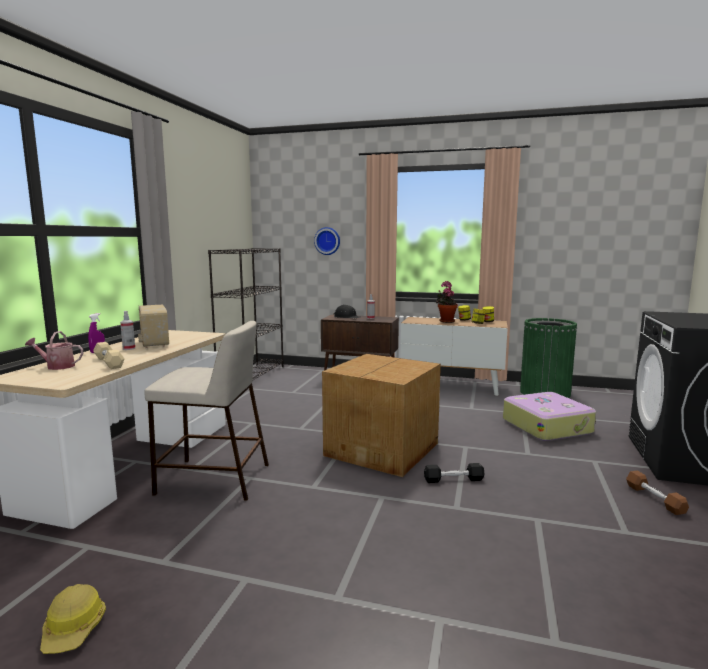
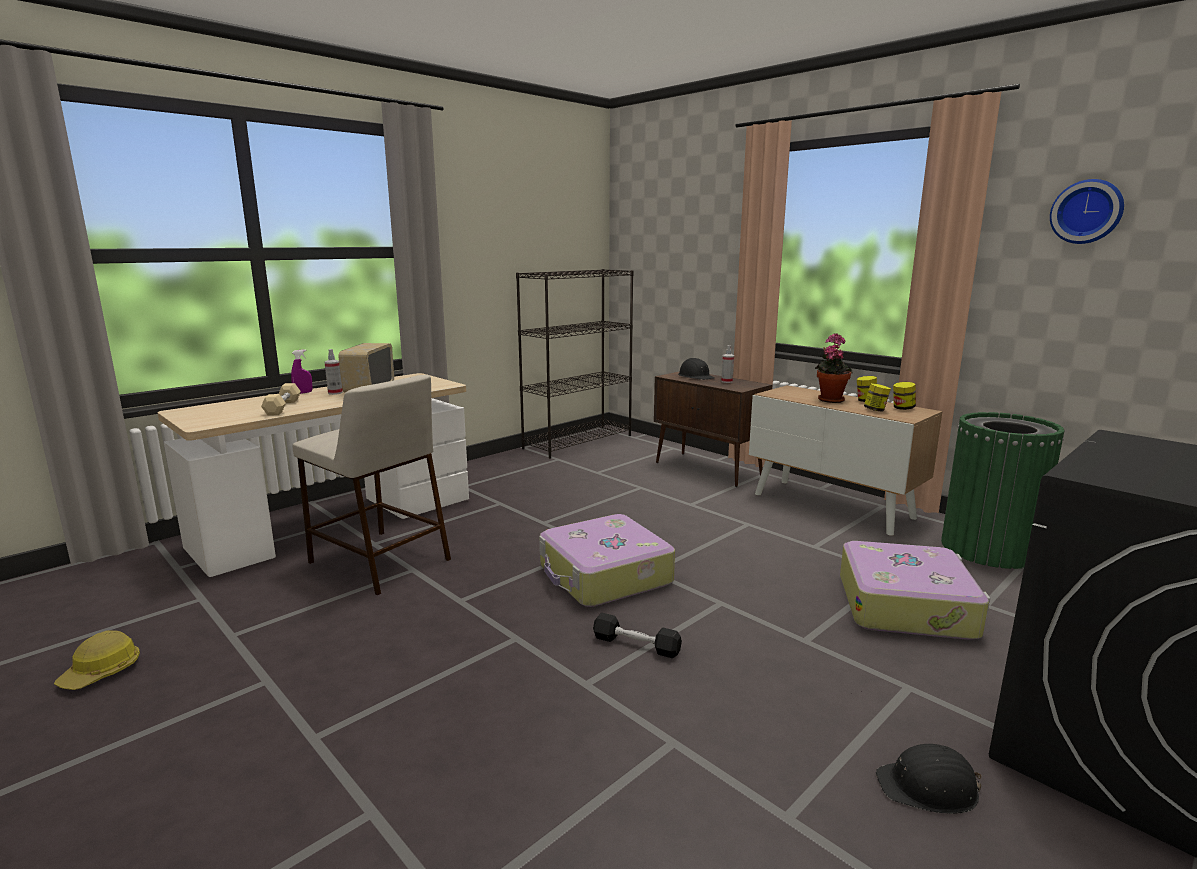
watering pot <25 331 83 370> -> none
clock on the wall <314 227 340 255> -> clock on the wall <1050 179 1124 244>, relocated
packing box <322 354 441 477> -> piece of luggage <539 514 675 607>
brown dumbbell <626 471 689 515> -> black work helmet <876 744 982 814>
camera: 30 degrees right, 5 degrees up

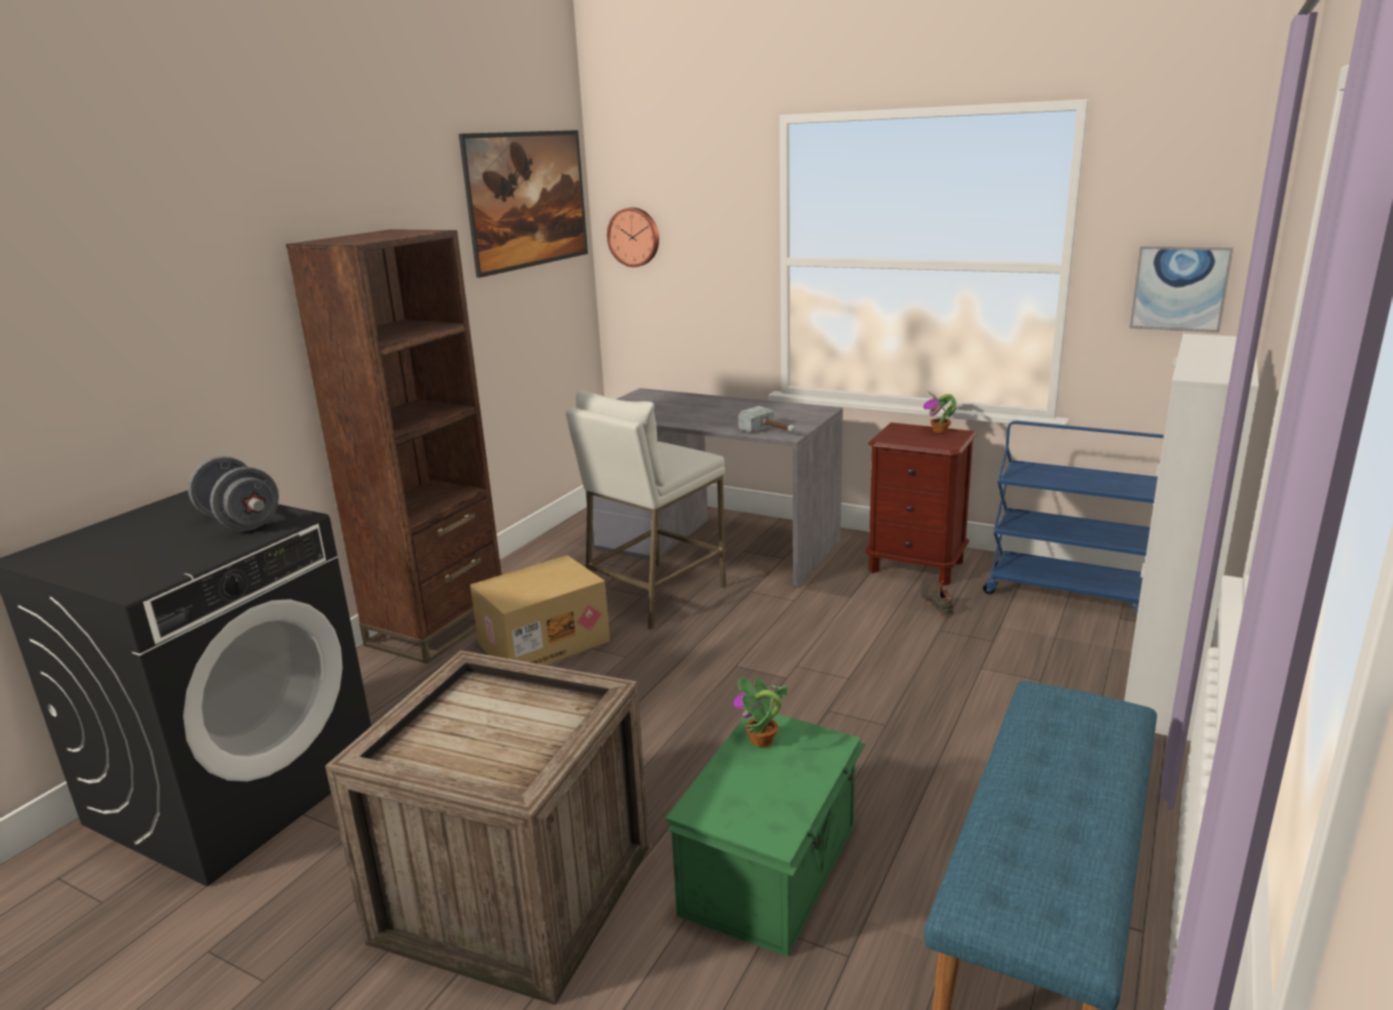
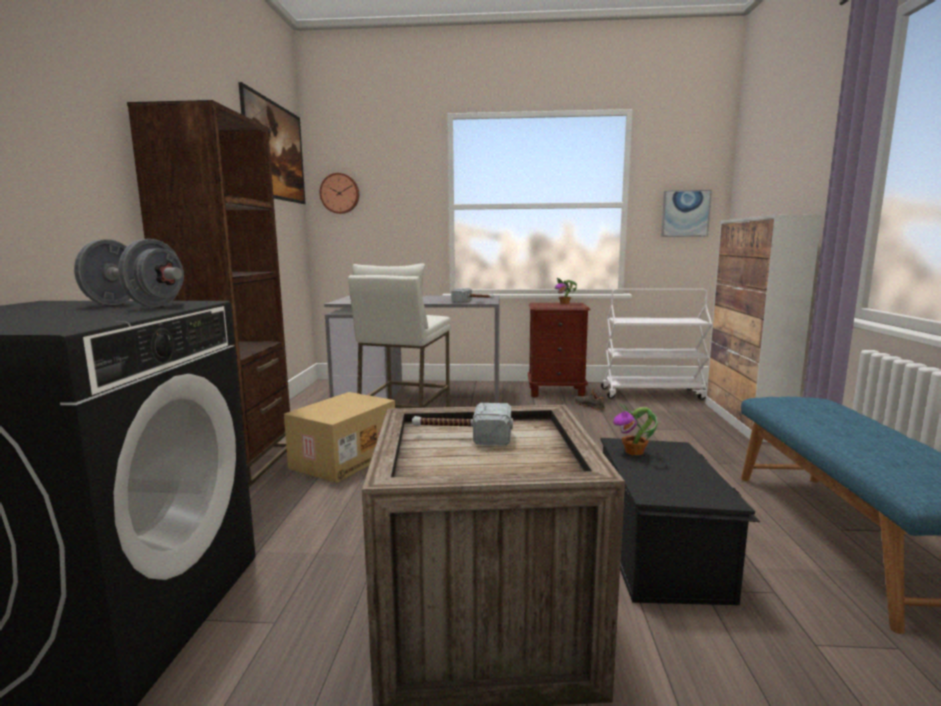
none -> hammer <412 403 513 446>
greenish storage container <666 710 865 957> -> black storage container <600 438 760 605>
blue wheeled cart <983 421 1164 611> -> whitish wheeled cart <601 289 712 400>
camera: 25 degrees left, 10 degrees down

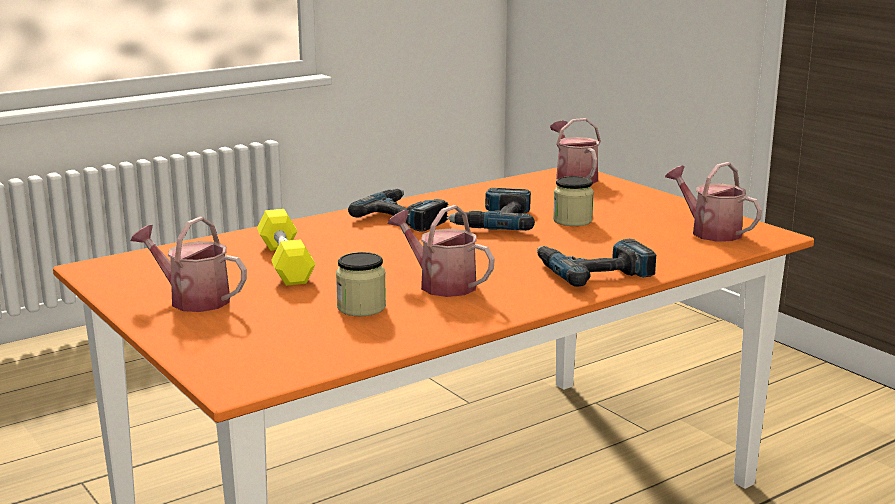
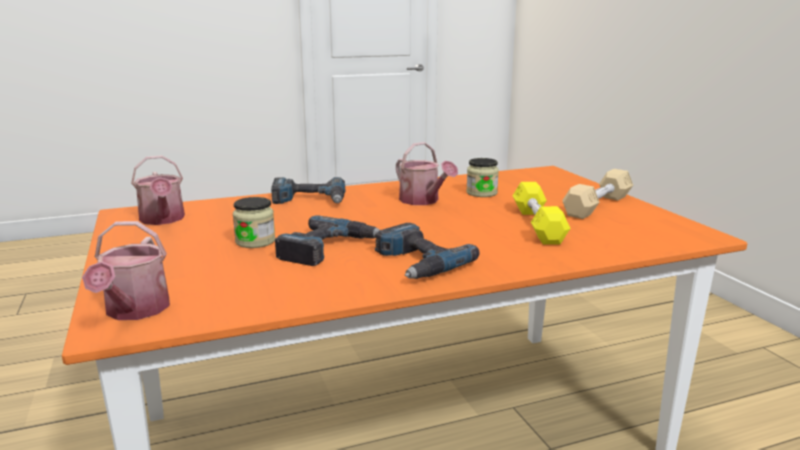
watering pot <131 217 247 312> -> beige-coloured dumbbell <562 169 633 219>
camera: 165 degrees left, 0 degrees up

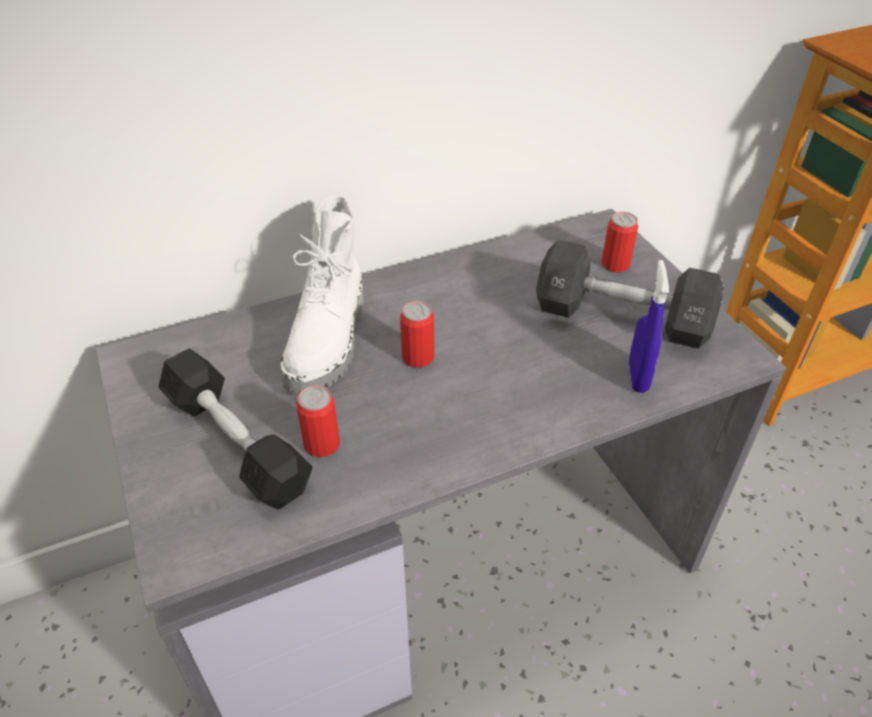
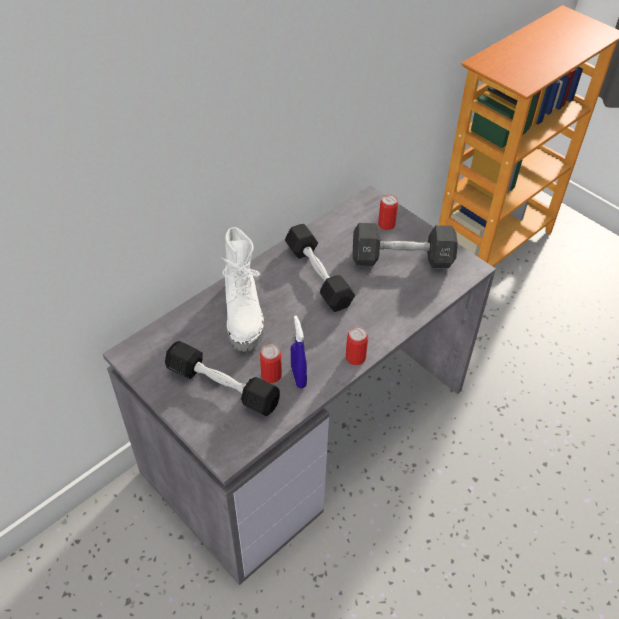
none -> black dumbbell <285 224 355 312>
can <400 301 434 368> -> can <346 327 368 365>, relocated
blue hand sprayer <629 260 669 393> -> blue hand sprayer <291 315 307 388>, relocated
camera: 20 degrees left, 5 degrees up

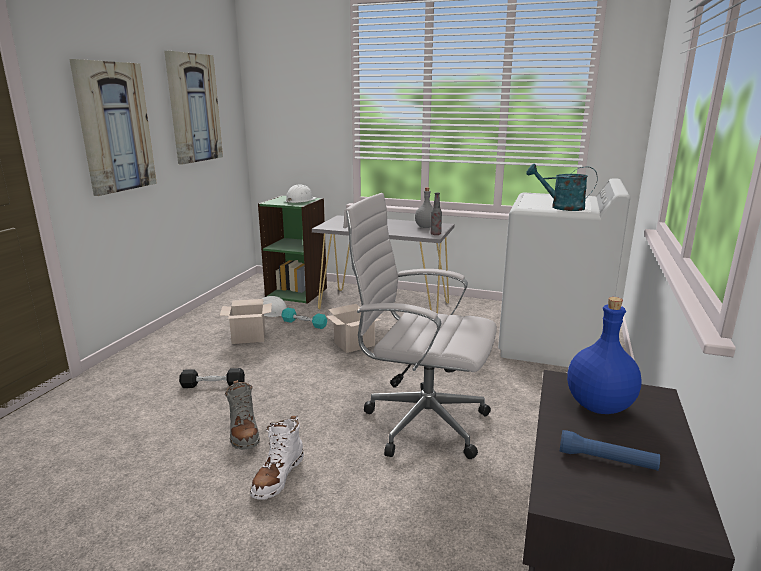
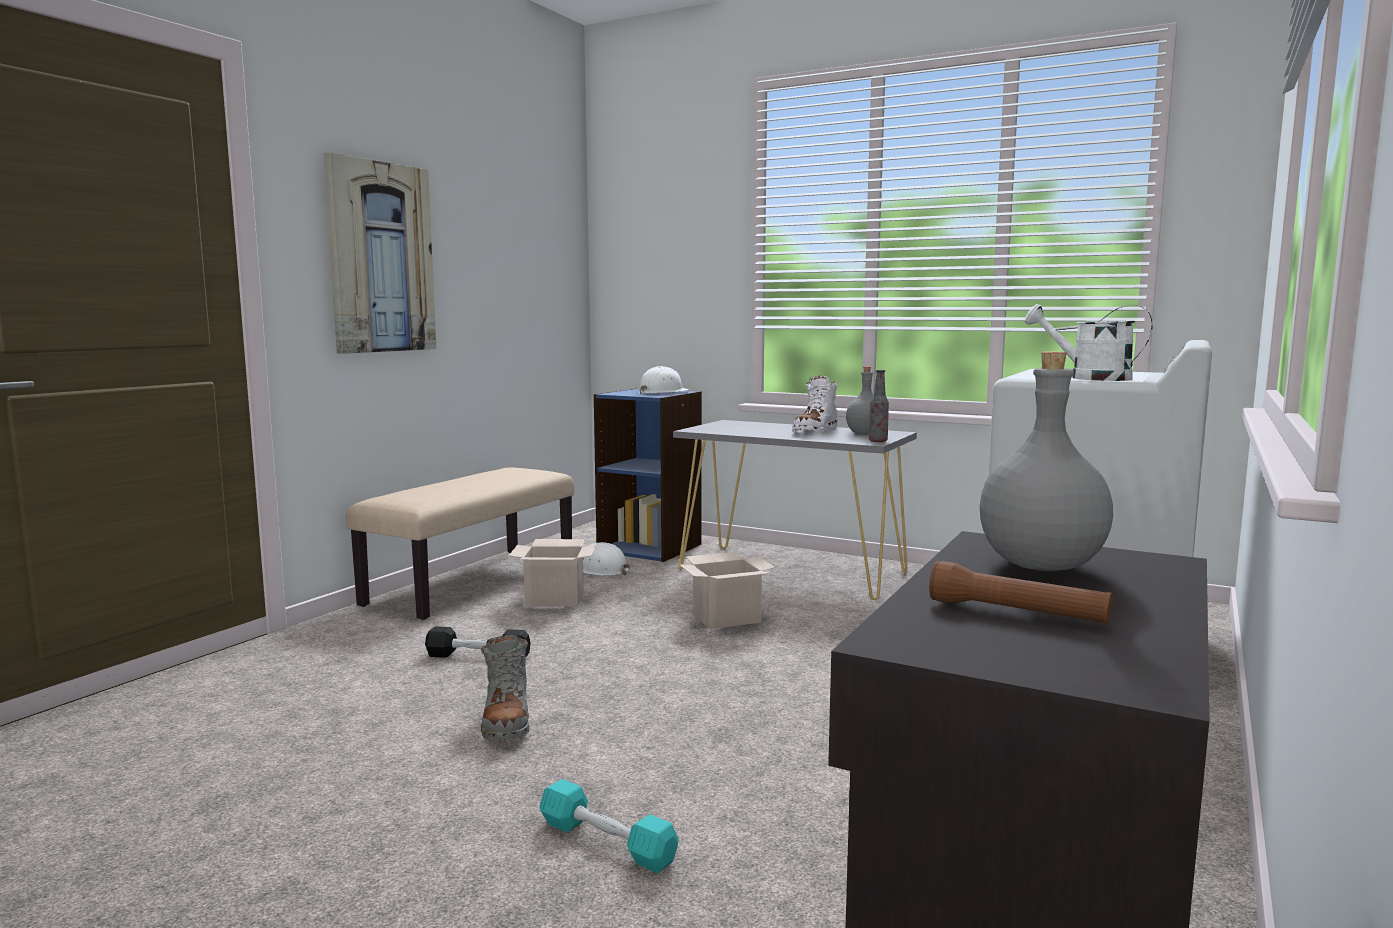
wall art <164 51 223 165> -> none
whitish computer chair <343 193 497 459> -> none
none -> beige-coloured bench <346 467 575 620>
whitish tall boot <250 416 304 500> -> whitish tall boot <792 376 838 433>, relocated
turquoise-coloured dumbbell <281 308 327 329> -> turquoise-coloured dumbbell <540 779 679 873>, relocated
greenish bookcase <258 195 327 304> -> blue bookcase <594 388 702 562>
turquoise-coloured watering pot <526 164 598 211> -> whitish watering pot <1025 304 1153 381>
blue flashlight <560 430 660 471> -> brown flashlight <929 561 1113 624>
blue drink bottle <567 297 642 414> -> gray drink bottle <980 351 1113 571>
camera: 10 degrees right, 10 degrees down

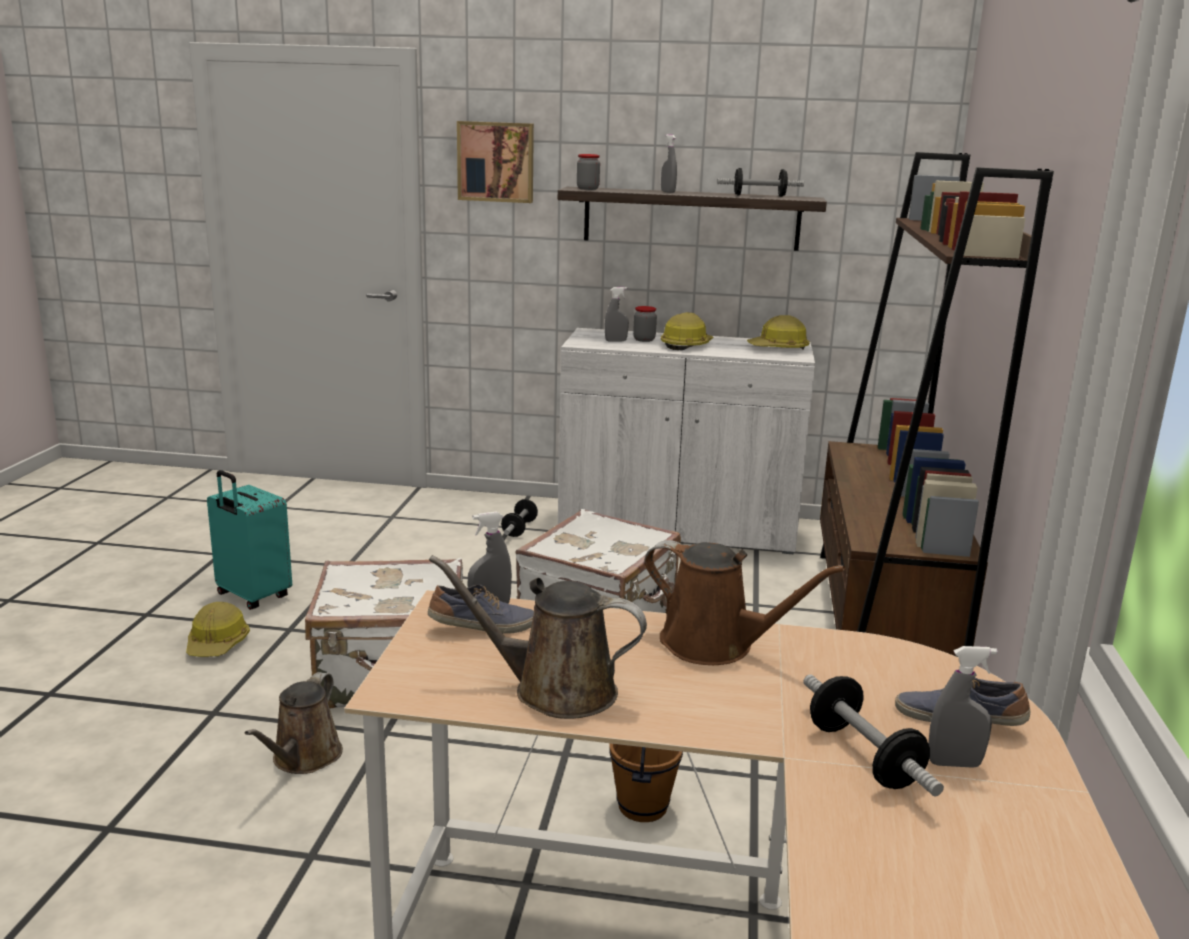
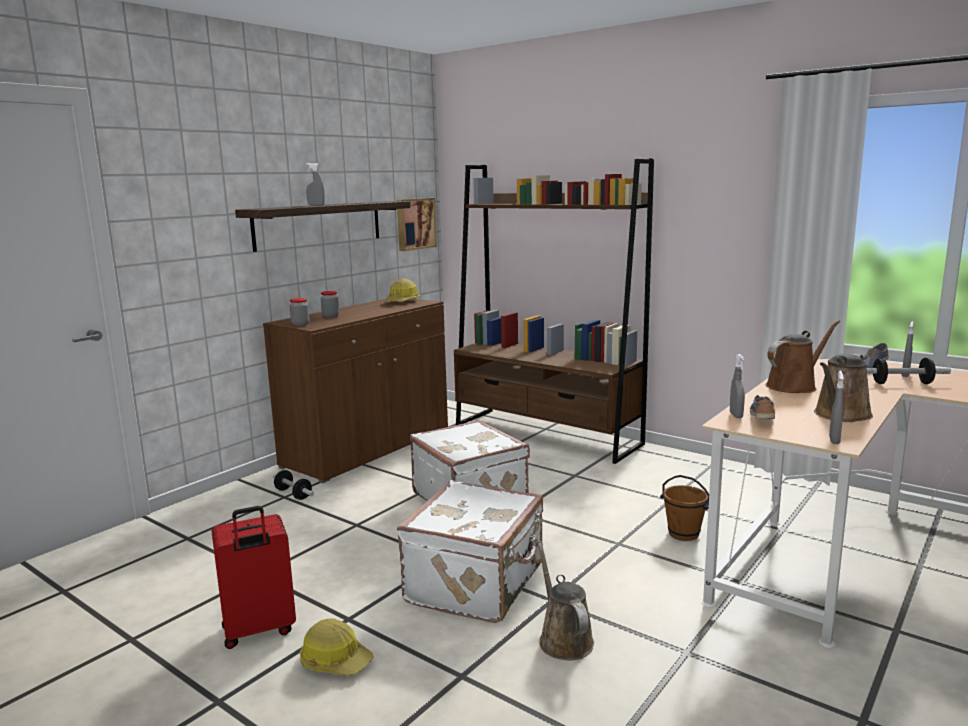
work helmet <661 312 714 350> -> none
dumbbell <717 168 804 197> -> none
wall art <457 121 534 203> -> wall art <397 198 437 251>, relocated
storage jar <577 154 600 190> -> storage jar <290 298 310 326>, relocated
gray hand sprayer <605 287 629 341> -> gray hand sprayer <829 371 844 444>, relocated
turquoise-coloured piece of luggage <207 470 292 610> -> reddish piece of luggage <211 506 296 649>
whitish storage cabinet <558 328 815 554> -> brown storage cabinet <263 299 448 483>
brown watering pot <245 672 343 774> -> brown watering pot <538 543 594 660>, 150 degrees counterclockwise
camera: 60 degrees left, 5 degrees down

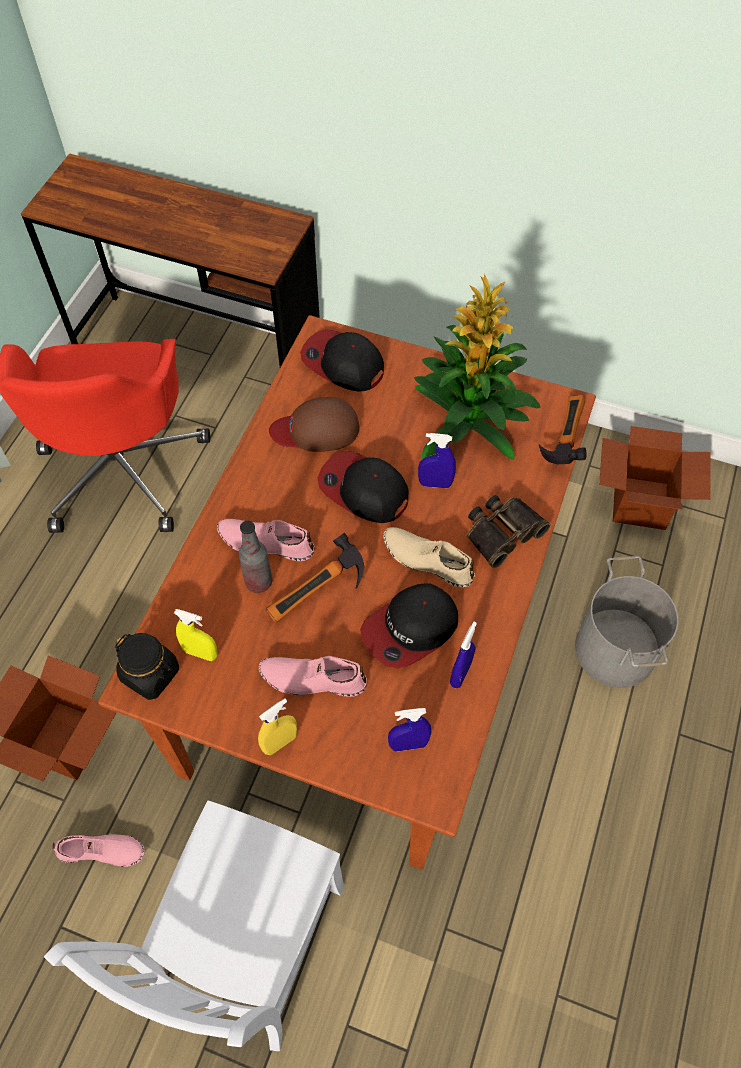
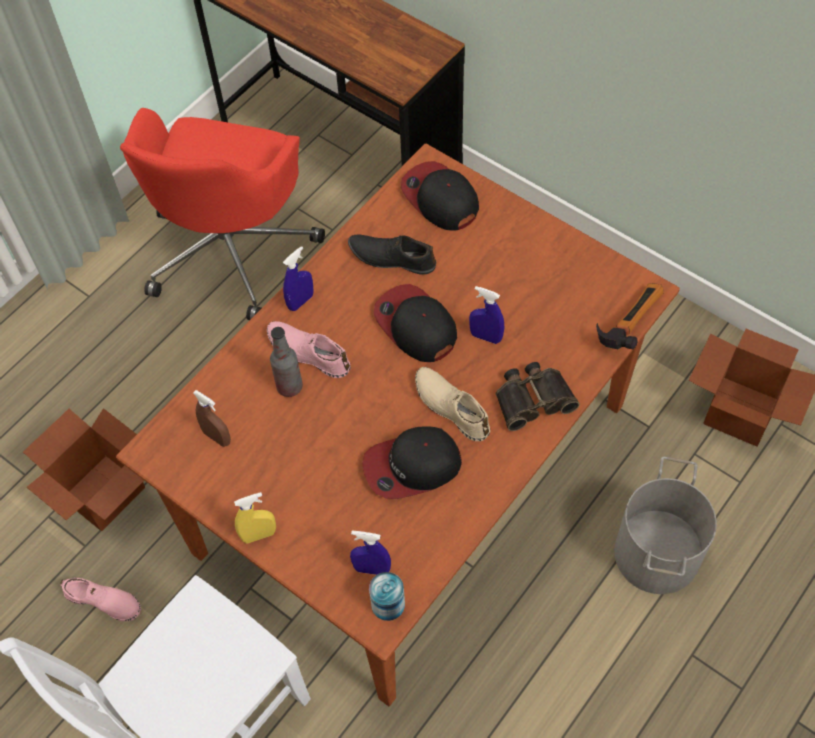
black storage jar <115 633 179 700> -> none
pinkish item of footwear <259 656 367 697> -> none
hammer <265 533 364 622> -> none
houseplant <414 274 541 460> -> none
none -> can <369 572 405 621>
blue hand sprayer <450 622 477 688> -> blue hand sprayer <283 246 314 311>, relocated
brown baseball cap <269 397 359 452> -> black item of footwear <348 234 436 275>
yellow-coloured hand sprayer <174 609 218 661> -> brown hand sprayer <193 390 231 447>
camera: 20 degrees right, 0 degrees up

